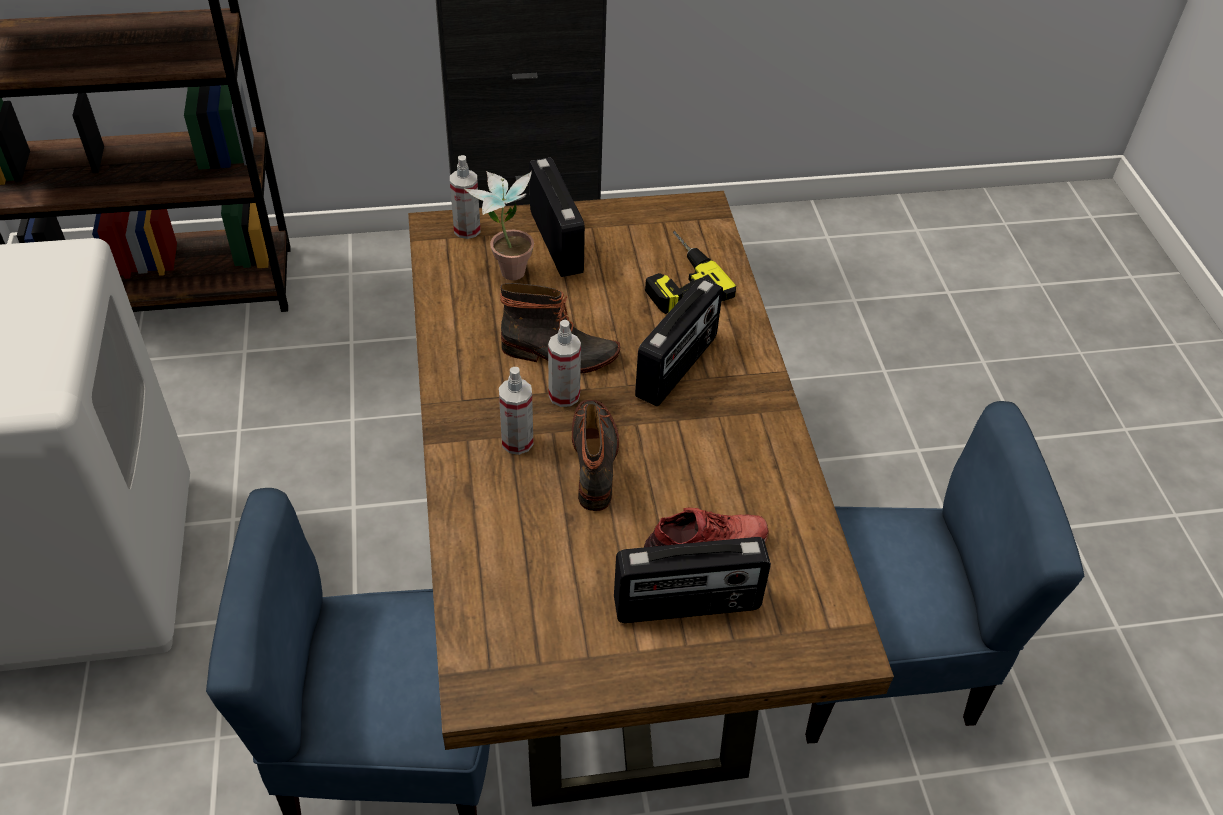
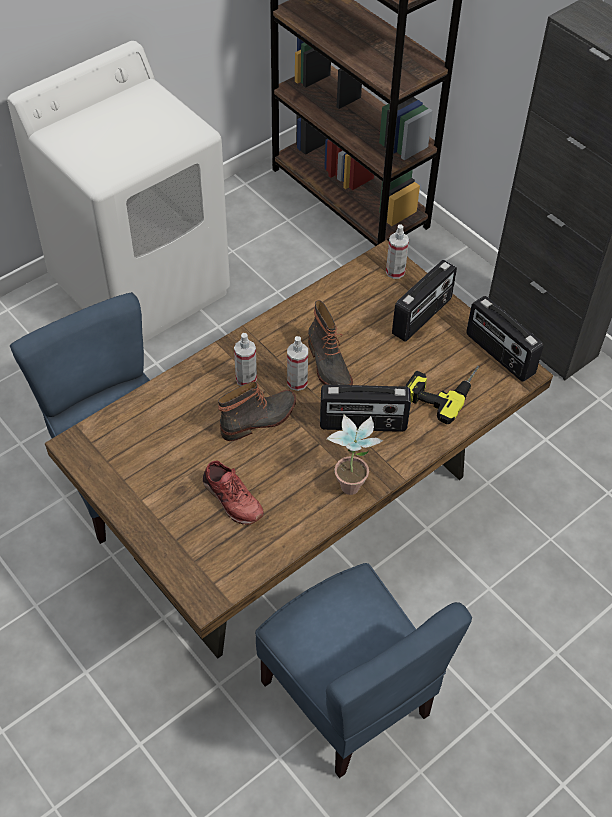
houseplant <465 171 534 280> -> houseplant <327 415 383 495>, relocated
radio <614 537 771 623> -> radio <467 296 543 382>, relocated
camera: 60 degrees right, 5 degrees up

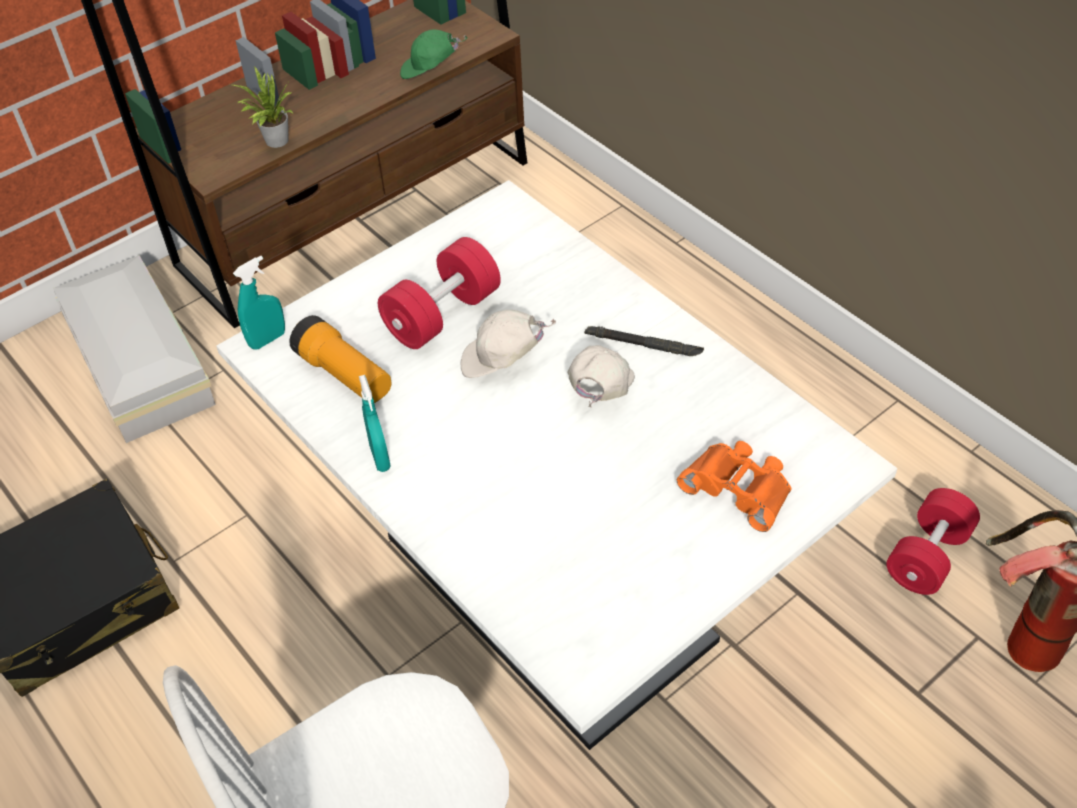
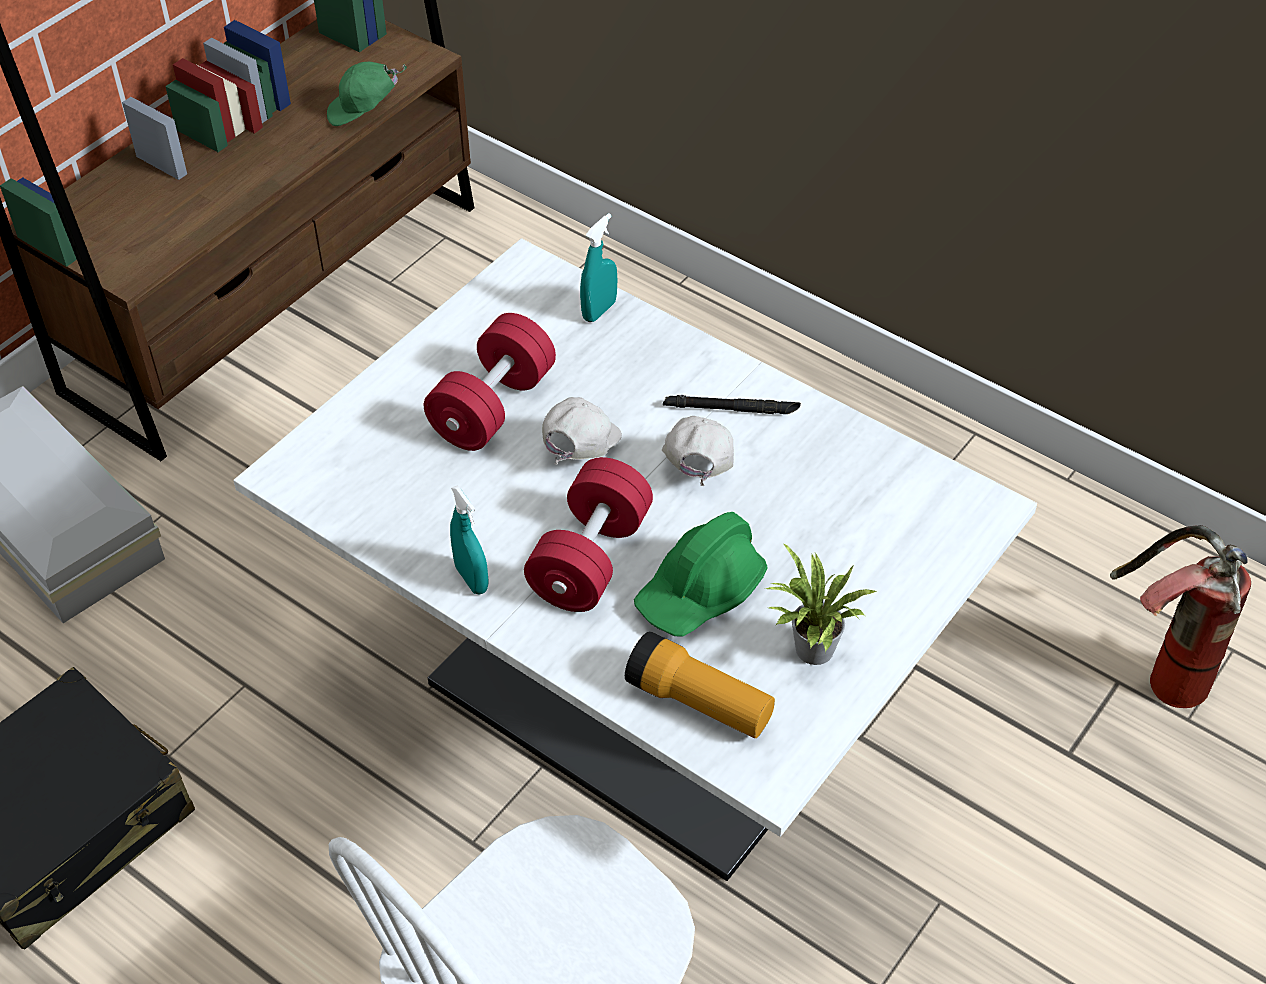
orange pair of binoculars <677 441 792 532> -> none
none -> greenish work helmet <634 512 767 637>
houseplant <233 66 293 148> -> houseplant <766 543 876 665>, relocated
turquoise-coloured hand sprayer <233 256 285 349> -> turquoise-coloured hand sprayer <580 213 617 322>, relocated
flashlight <289 315 391 403> -> flashlight <625 632 775 738>, relocated
reddish dumbbell <886 488 980 595> -> reddish dumbbell <524 457 653 612>, relocated
whitish baseball cap <461 310 556 378> -> whitish baseball cap <542 397 622 465>, 135 degrees clockwise
camera: 15 degrees left, 0 degrees up

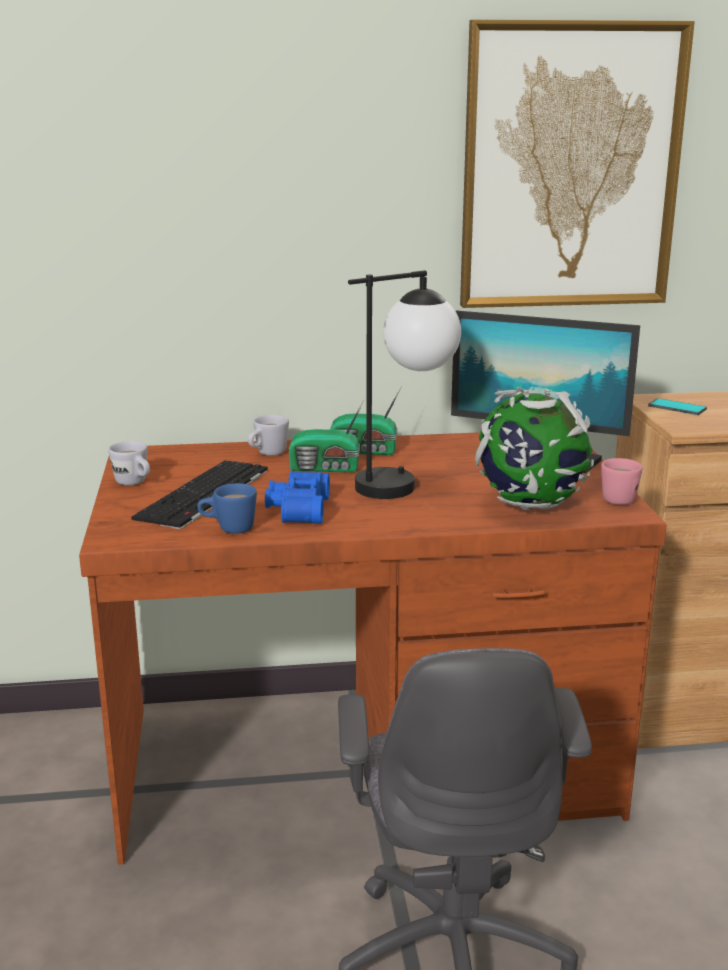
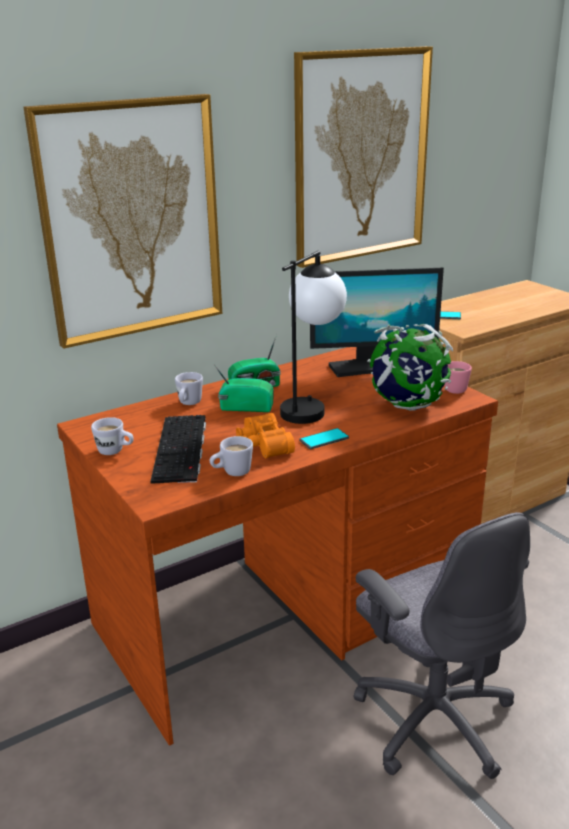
none -> wall art <24 94 222 349>
none -> telephone <299 428 349 449>
blue mug <197 483 257 534> -> whitish mug <210 436 253 476>
blue pair of binoculars <265 471 330 524> -> orange pair of binoculars <236 413 295 458>
radio <289 400 364 472> -> radio <213 363 273 412>, 150 degrees counterclockwise
camera: 25 degrees left, 5 degrees up

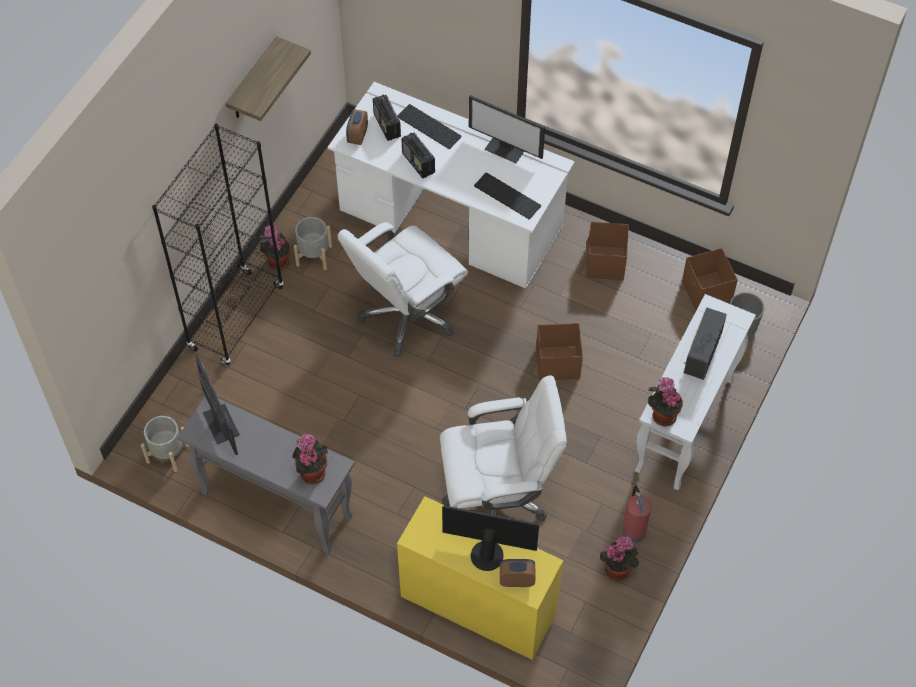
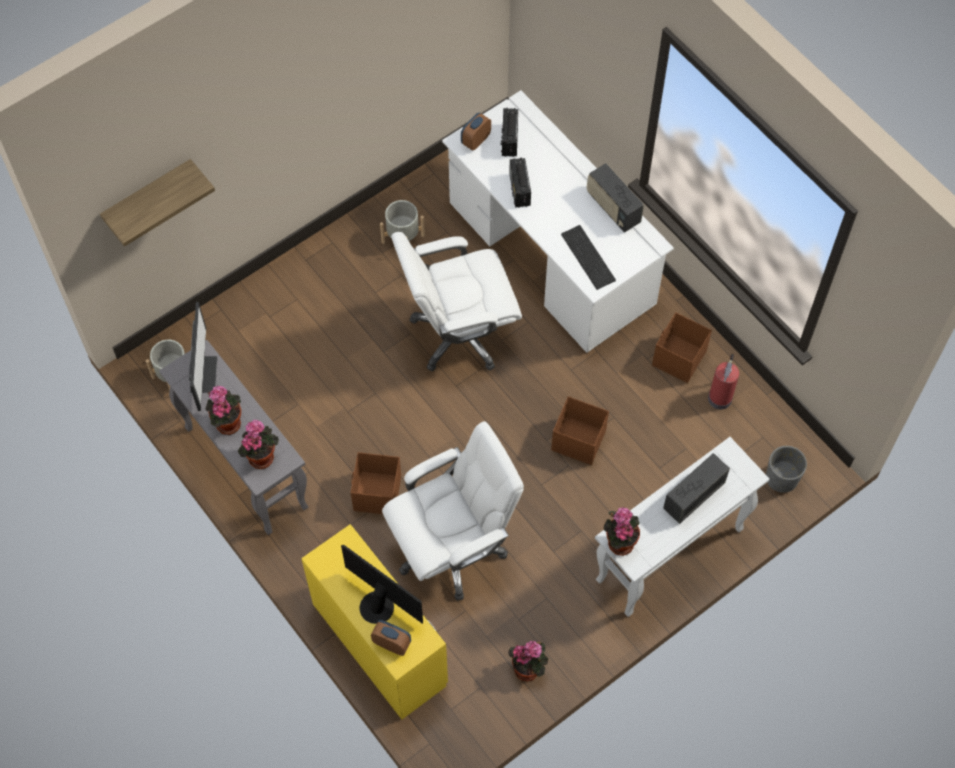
black bookcase <152 124 284 366> -> none
keyboard <398 104 462 149> -> none
bracket shelf <225 36 311 121> -> bracket shelf <100 159 215 247>, relocated
houseplant <259 225 290 270> -> houseplant <205 386 241 435>, relocated
extinguisher <622 486 651 543> -> extinguisher <708 354 739 409>, relocated
brown storage container <682 248 738 310> -> brown storage container <351 452 401 514>, relocated
computer display <469 95 545 163> -> radio <587 163 644 233>
whitish computer chair <440 376 567 521> -> whitish computer chair <382 421 524 601>, 45 degrees counterclockwise
camera: 25 degrees right, 5 degrees up

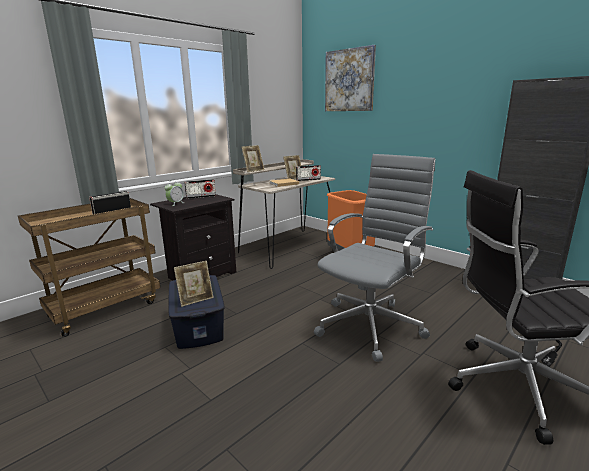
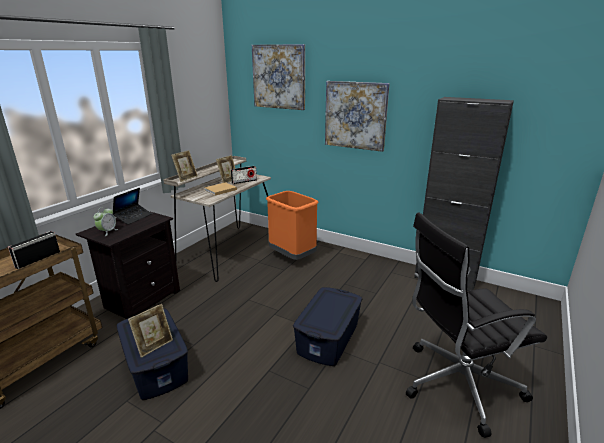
none -> wall art <325 81 390 152>
radio <185 179 216 199> -> portable computer <113 188 152 225>
gray computer chair <314 154 435 362> -> blue storage container <293 287 362 366>
camera: 15 degrees left, 5 degrees up

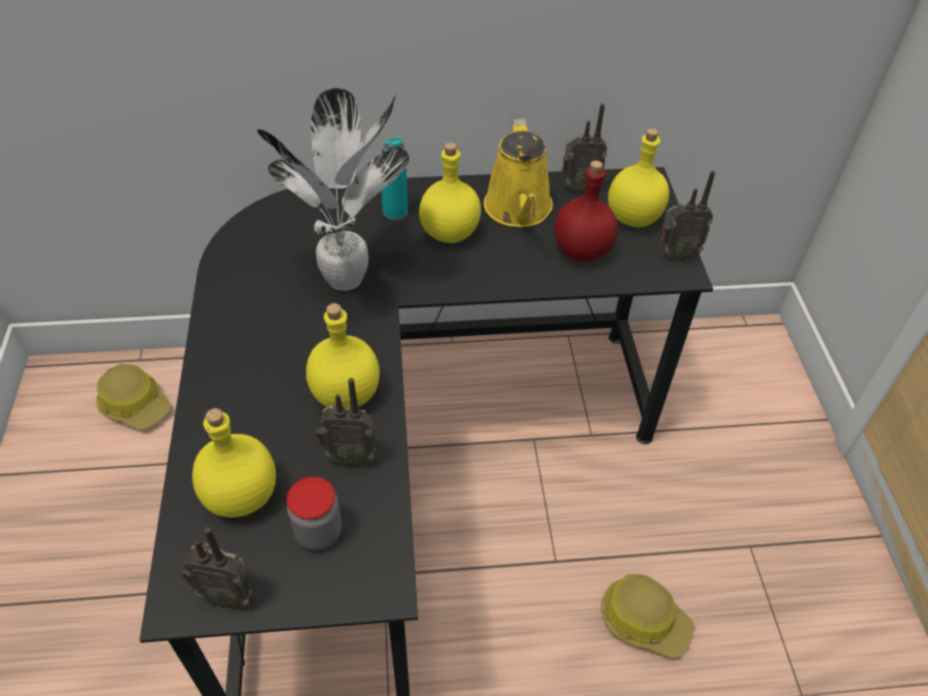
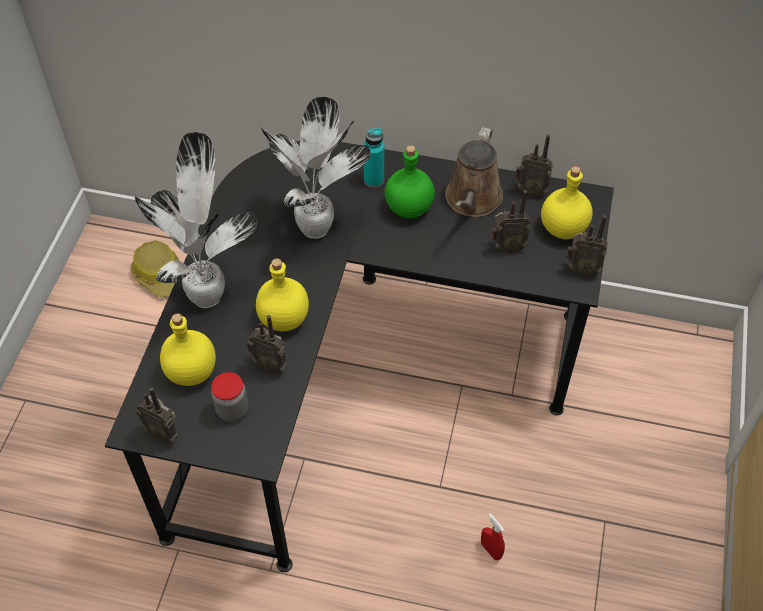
none -> houseplant <134 132 257 308>
reddish drink bottle <554 161 618 261> -> radio <491 190 531 253>
work helmet <601 574 695 658> -> reddish hand sprayer <481 513 505 560>
yellow-coloured drink bottle <419 143 481 243> -> greenish drink bottle <385 145 435 219>
yellow-coloured watering pot <484 119 553 227> -> brown watering pot <445 127 503 217>
camera: 20 degrees right, 5 degrees up

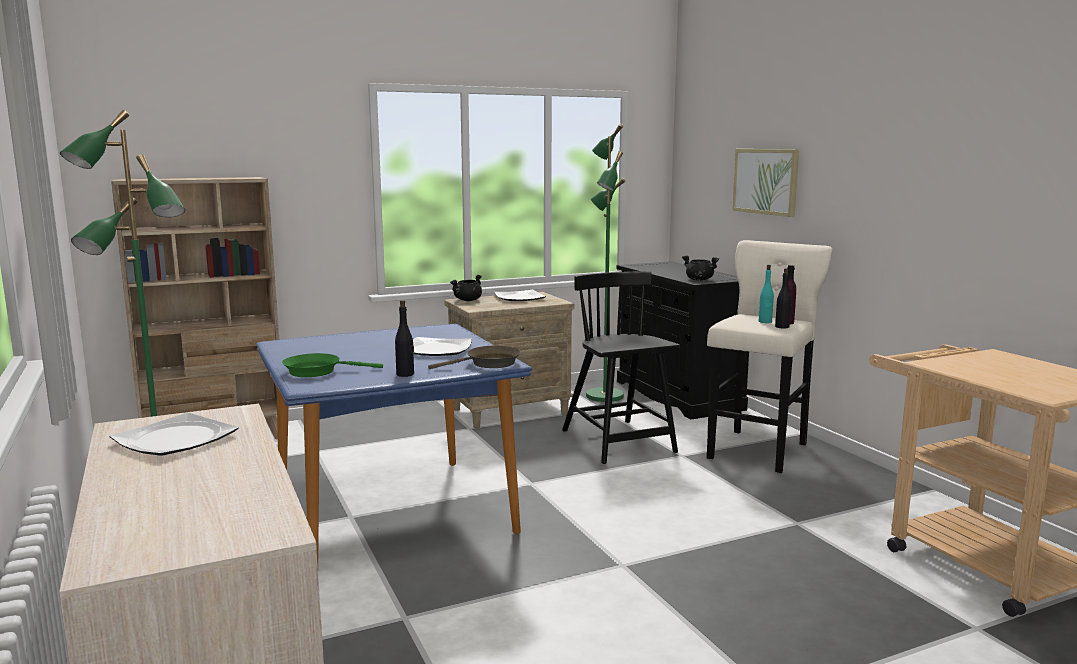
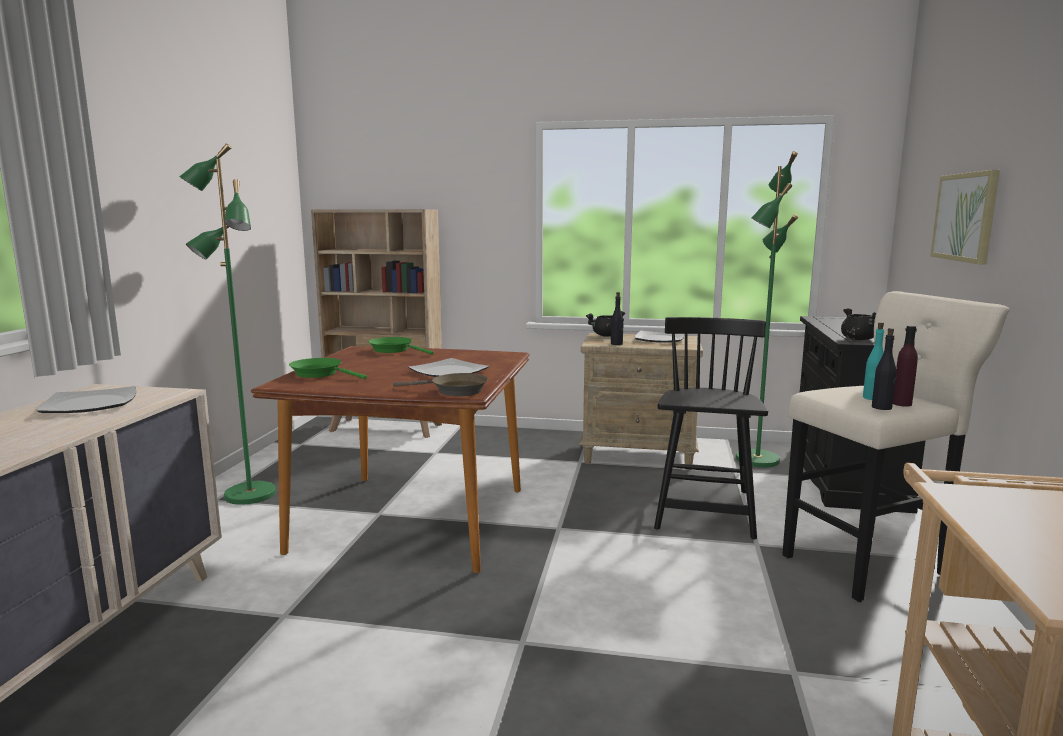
none -> greenish pan <368 337 433 355>
black drink bottle <395 300 414 377> -> black drink bottle <611 292 624 345>, relocated
blue kitchen table <256 324 533 565> -> brown kitchen table <251 346 530 573>
camera: 35 degrees right, 0 degrees up

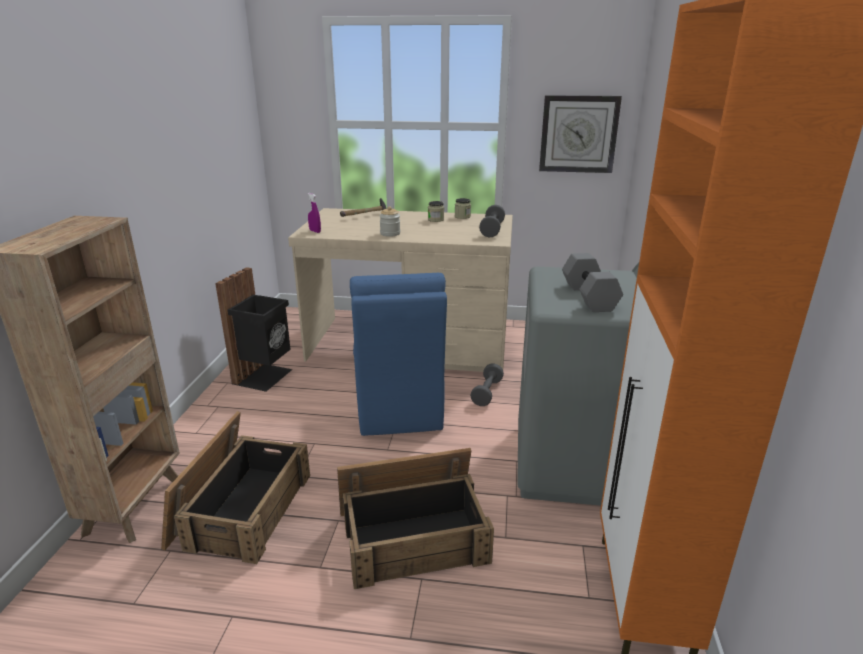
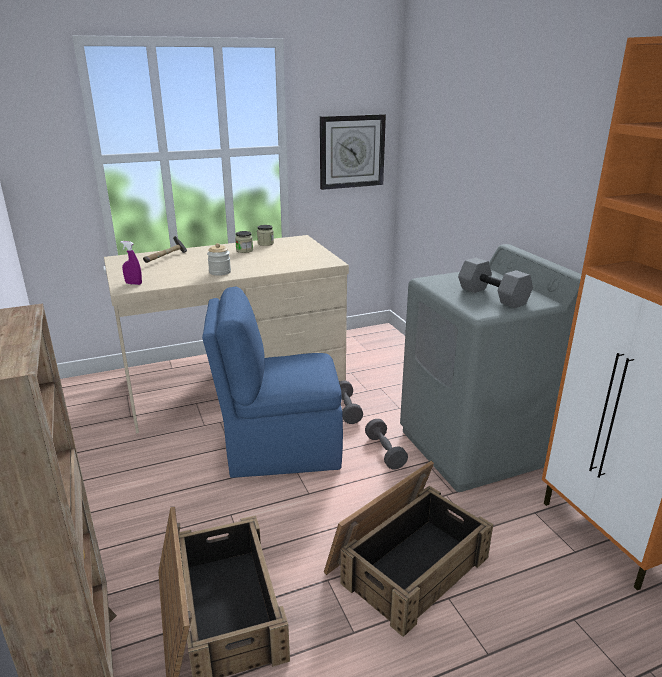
black trash can <215 267 292 392> -> none
gray dumbbell <479 205 505 238> -> gray dumbbell <365 419 408 470>, relocated
blue upright chair <350 273 447 436> -> blue upright chair <202 287 343 478>, 120 degrees clockwise
camera: 30 degrees left, 0 degrees up

